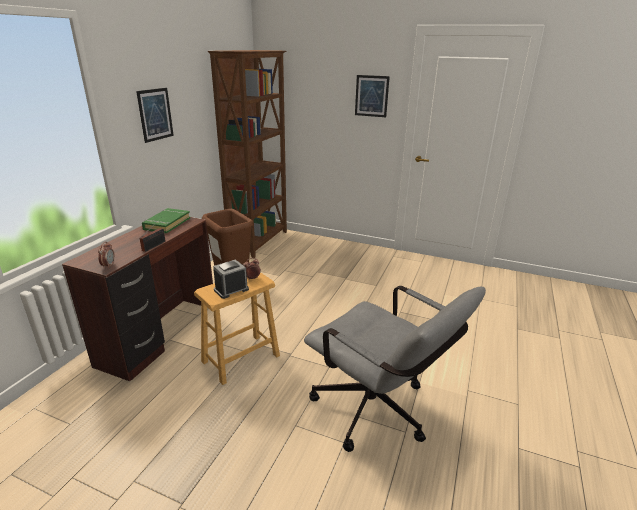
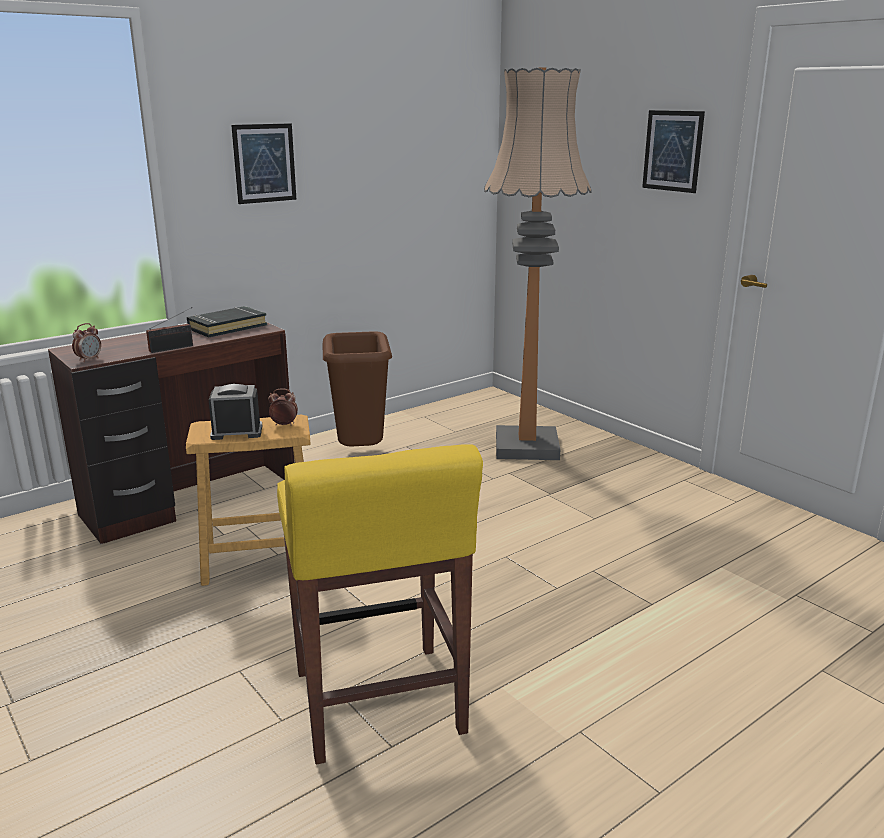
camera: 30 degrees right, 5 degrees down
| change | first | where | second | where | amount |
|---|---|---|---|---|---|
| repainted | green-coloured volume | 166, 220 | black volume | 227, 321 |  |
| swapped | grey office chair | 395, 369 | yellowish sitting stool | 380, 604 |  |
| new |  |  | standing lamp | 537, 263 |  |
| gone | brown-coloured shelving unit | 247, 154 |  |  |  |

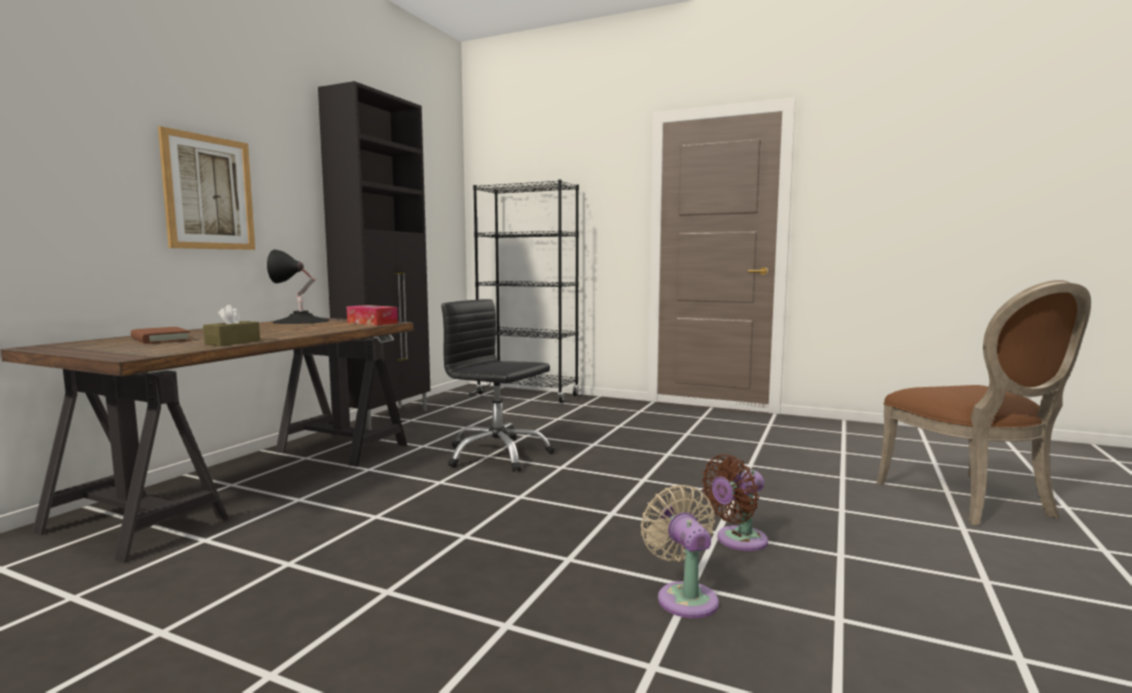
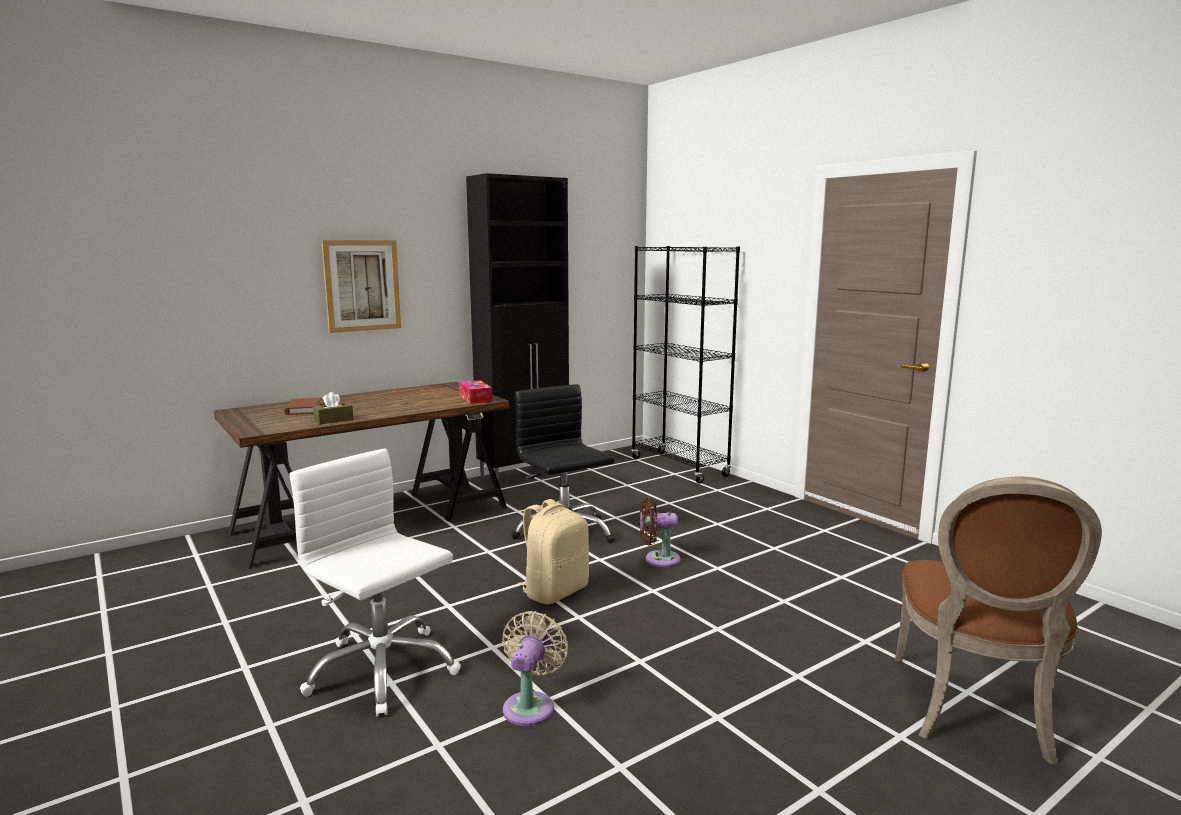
camera: 30 degrees right, 5 degrees up
| change | first | where | second | where | amount |
|---|---|---|---|---|---|
| new |  |  | whitish office chair | 375, 582 |  |
| new |  |  | sand-coloured backpack | 553, 551 |  |
| shifted | brown-coloured cooling fan | 735, 502 |  | 660, 532 |  |
| gone | black table lamp | 298, 287 |  |  |  |

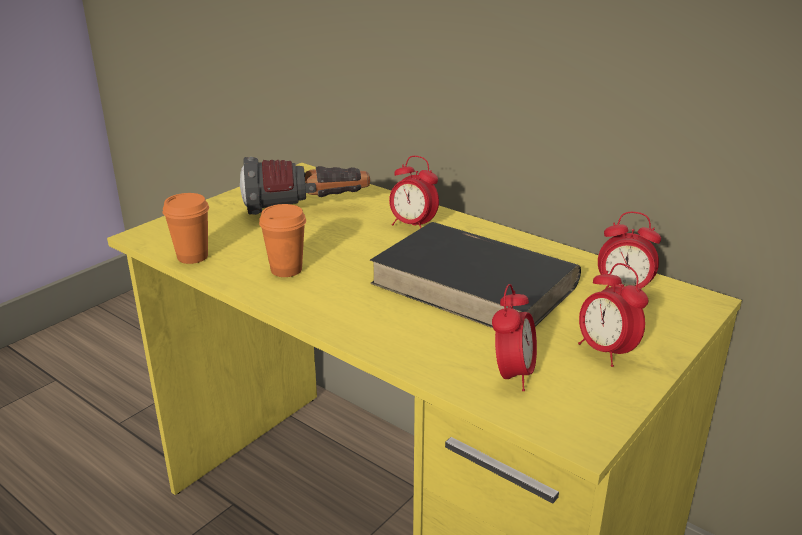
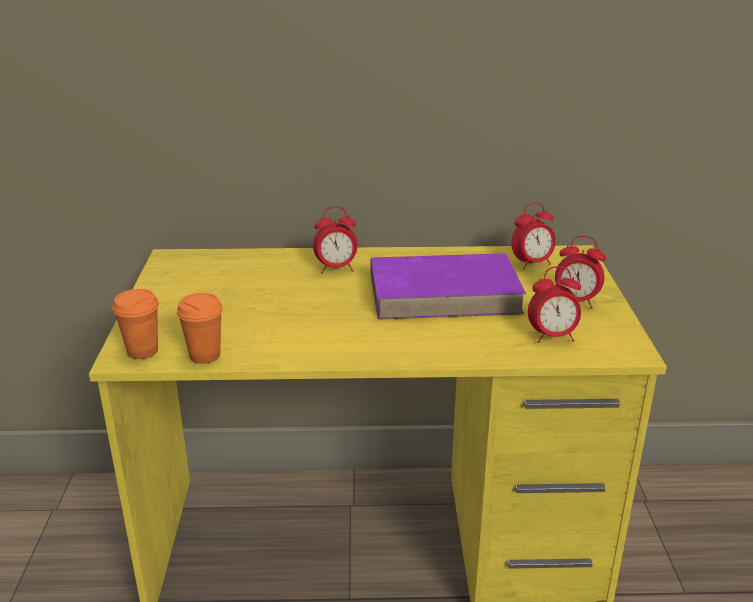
camera: 40 degrees left, 0 degrees up
| change | first | where | second | where | amount |
|---|---|---|---|---|---|
| shifted | orangey cup | 282, 240 |  | 136, 324 |  |
| repainted | black volume | 475, 275 | purple-coloured volume | 448, 286 |  |
| rotated | bedside clock | 514, 337 |  | 554, 304 | 105 degrees clockwise |
| gone | torch | 305, 186 |  |  |  |

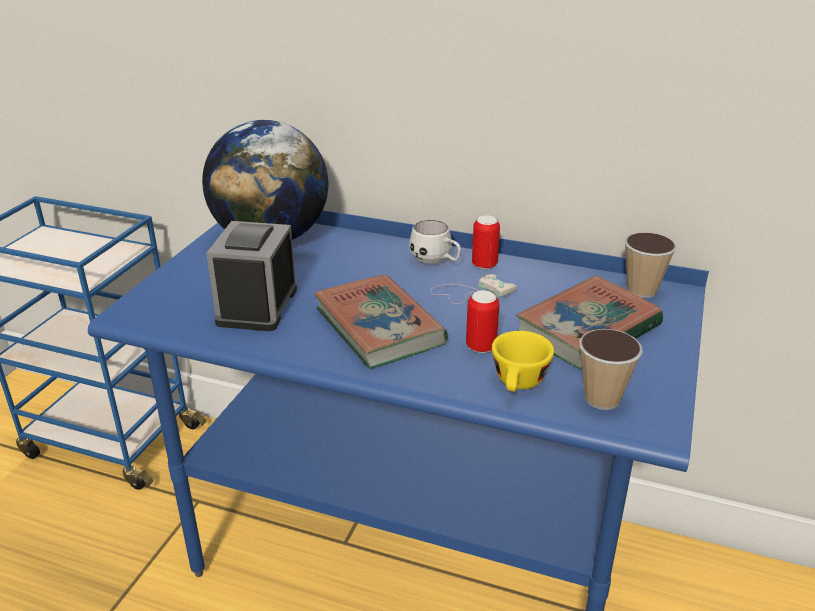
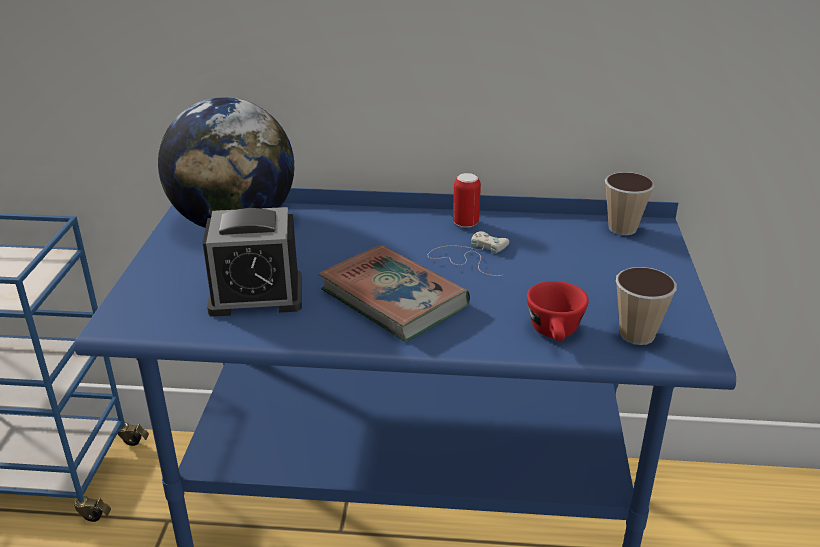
camera: 15 degrees left, 0 degrees up
| change | first | where | second | where | amount |
|---|---|---|---|---|---|
| rotated | bedside clock | 251, 276 |  | 252, 262 | 90 degrees counterclockwise |
| repainted | yellowish cup | 523, 361 | red-coloured cup | 558, 311 |  |
| gone | whitish mug | 435, 242 |  |  |  |
| gone | sealed can | 482, 321 |  |  |  |
| gone | volume | 589, 322 |  |  |  |

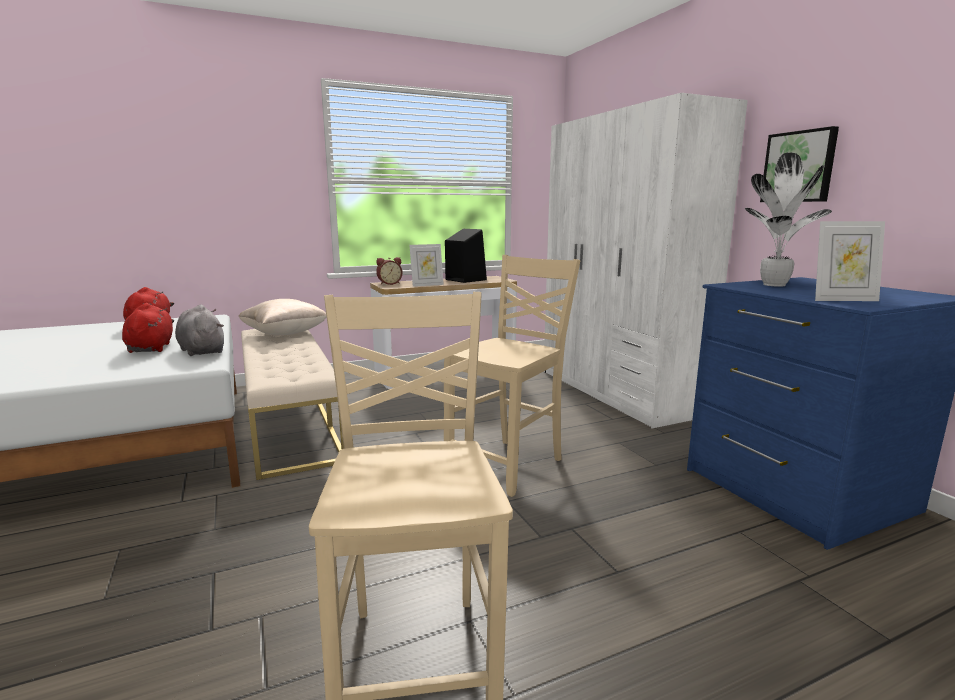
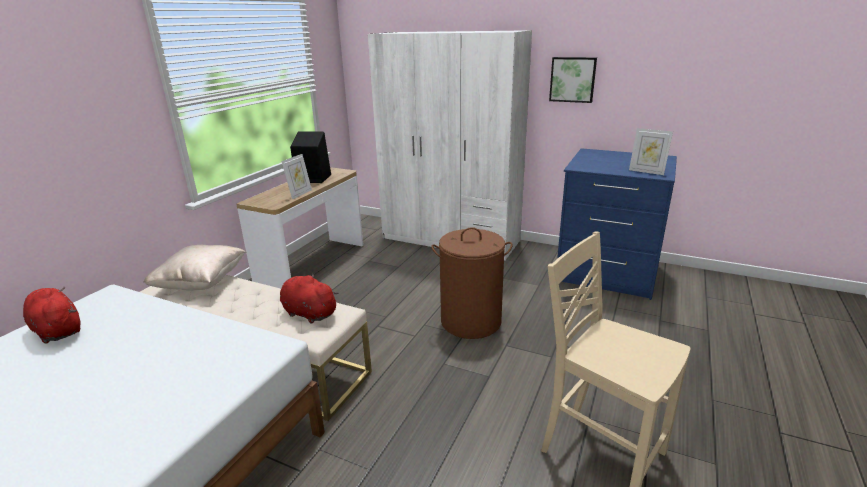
camera: 40 degrees left, 10 degrees up
| change | first | where | second | where | amount |
|---|---|---|---|---|---|
| shifted | red-coloured plush toy | 148, 328 |  | 309, 299 |  |
| swapped | sand-coloured chair | 512, 376 | brown-coloured washing basket | 472, 283 |  |
| rotated | standing frame | 850, 261 |  | 651, 151 | 75 degrees clockwise |
| gone | grey plush toy | 199, 330 |  |  |  |
| gone | bedside clock | 389, 271 |  |  |  |
| gone | houseplant | 788, 219 |  |  |  |

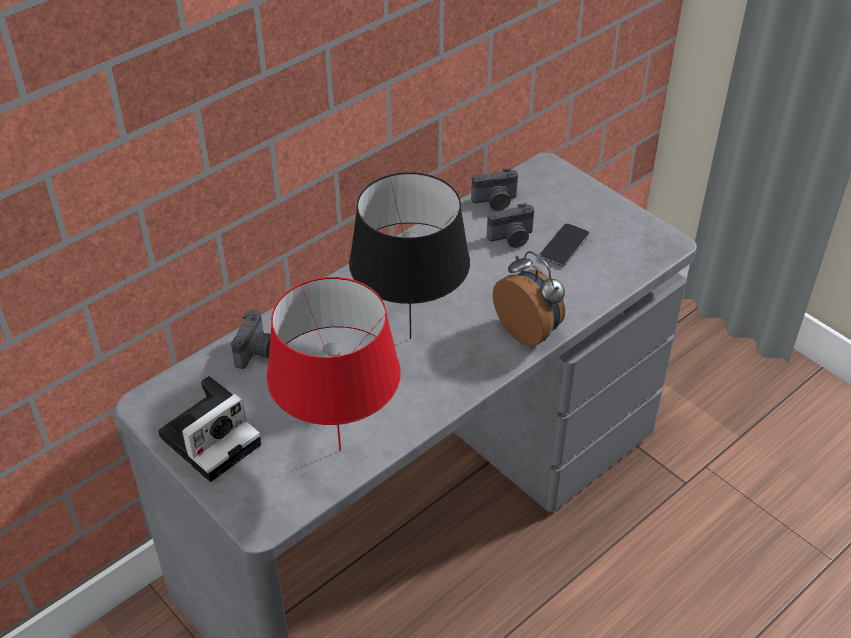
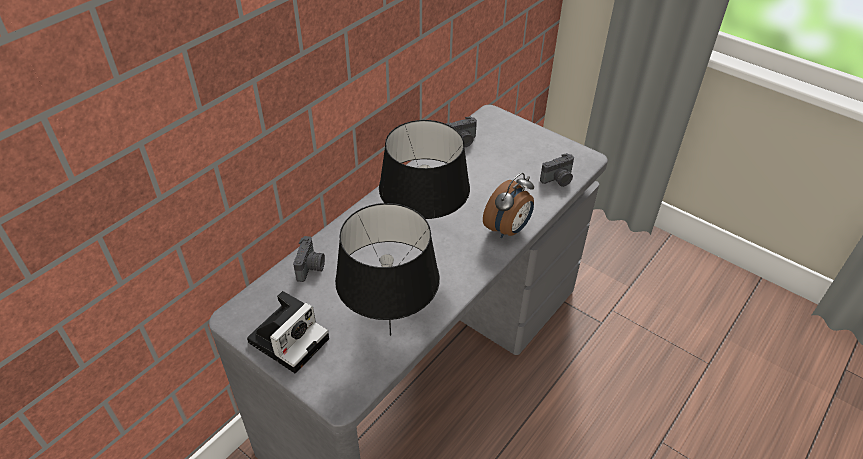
camera: 10 degrees left, 0 degrees up
| change | first | where | second | where | amount |
|---|---|---|---|---|---|
| repainted | red-coloured table lamp | 334, 364 | black table lamp | 387, 269 |  |
| rotated | bedside clock | 529, 298 |  | 508, 206 | 90 degrees clockwise |
| shifted | photo camera | 510, 225 |  | 557, 170 |  |
| gone | handset | 564, 244 |  |  |  |

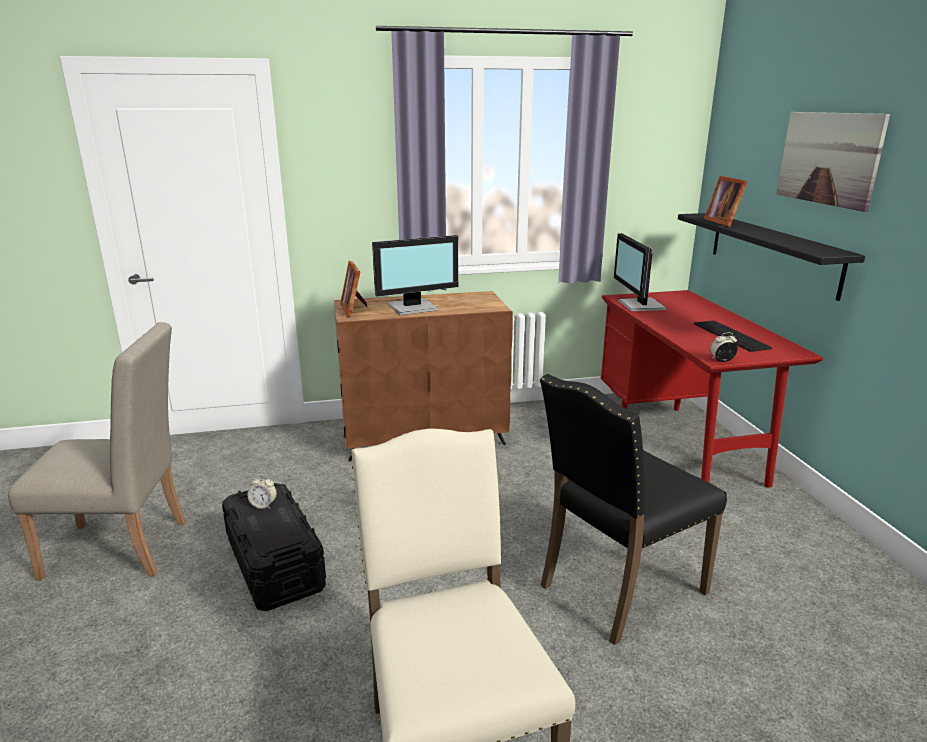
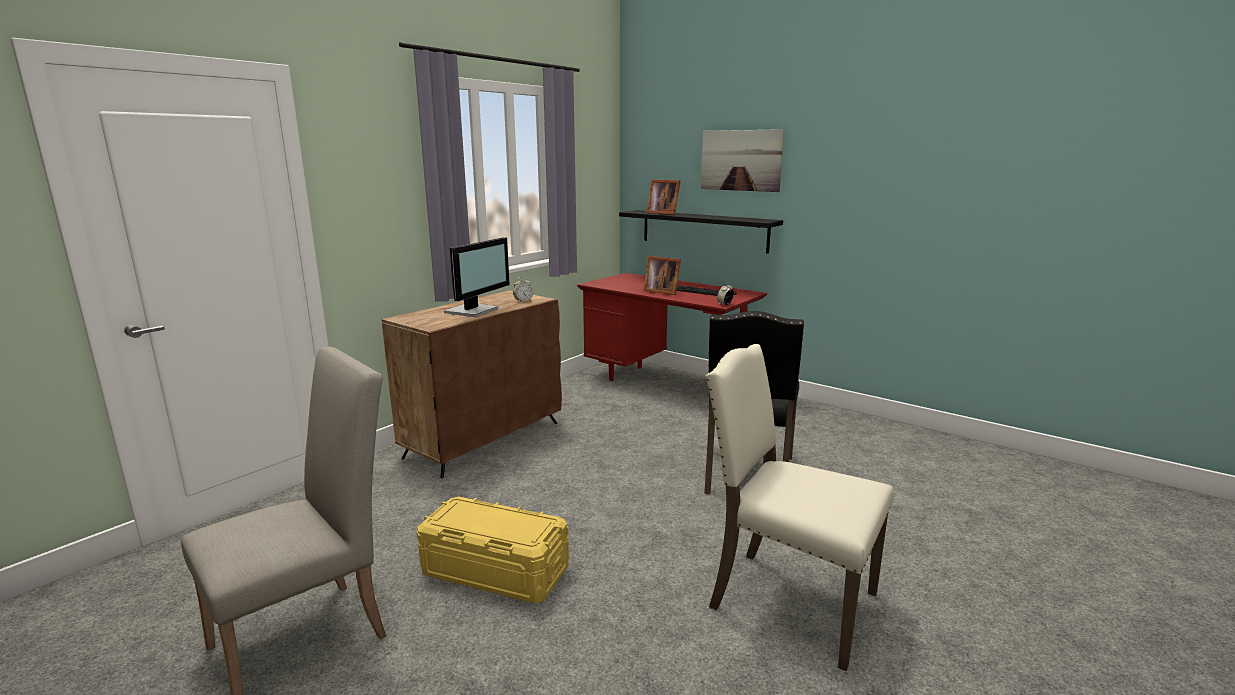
camera: 40 degrees left, 5 degrees down
| change | first | where | second | where | amount |
|---|---|---|---|---|---|
| repainted | black storage box | 274, 547 | yellowish storage box | 493, 550 |  |
| shifted | bedside clock | 262, 492 |  | 523, 290 |  |
| shifted | standing frame | 353, 289 |  | 662, 275 |  |
| gone | computer screen | 640, 272 |  |  |  |

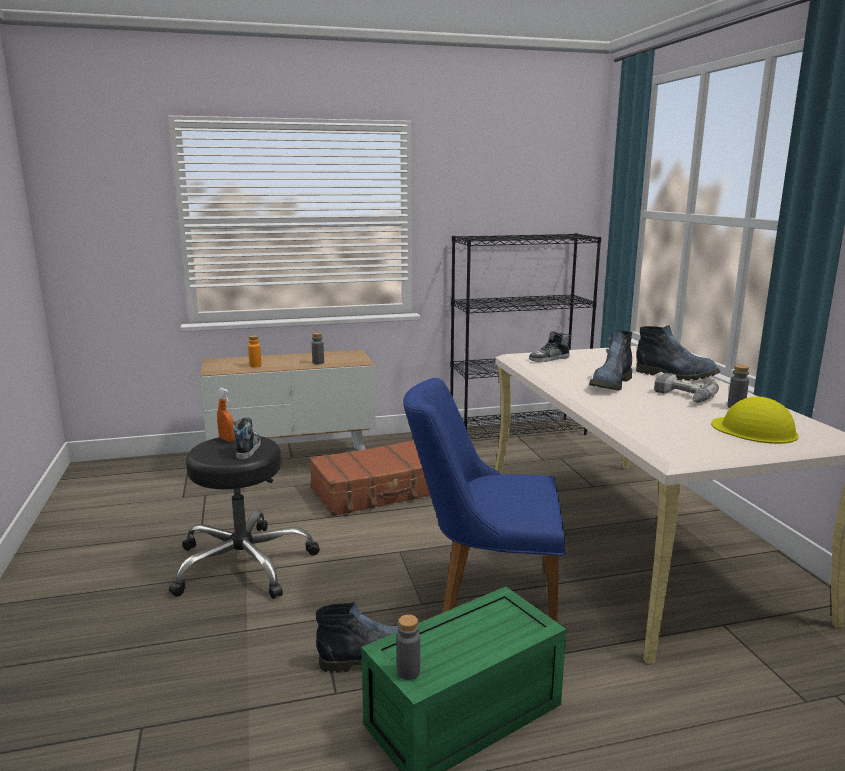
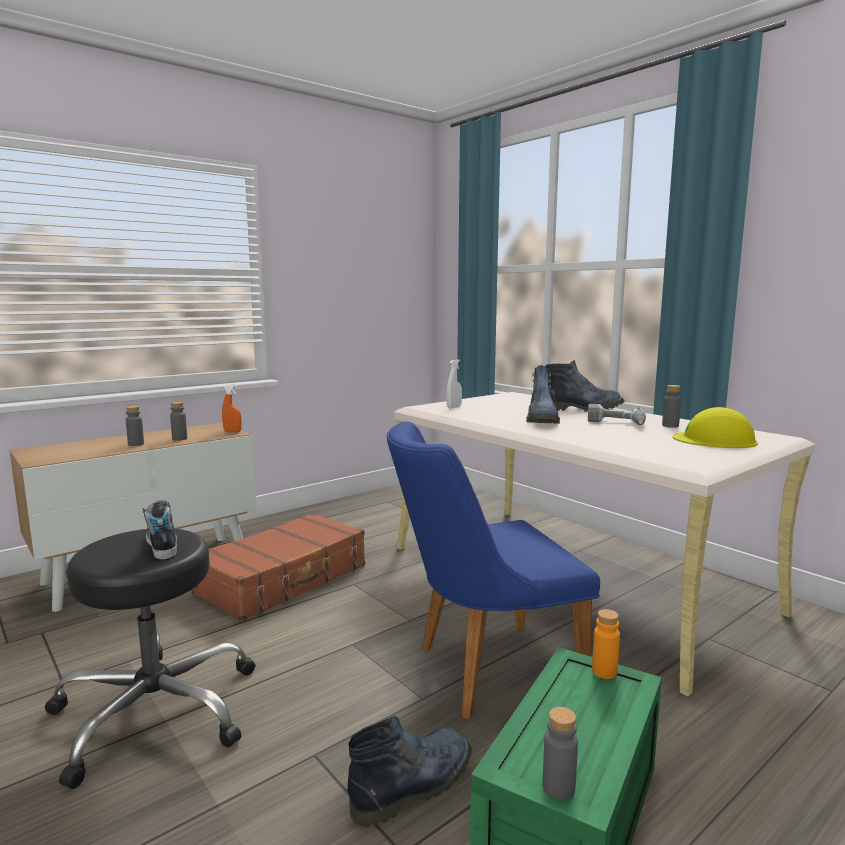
camera: 25 degrees left, 5 degrees down
| change | first | where | second | where | amount |
|---|---|---|---|---|---|
| new |  |  | grey beverage bottle | 135, 426 |  |
| shifted | orangey spray bottle | 226, 415 |  | 231, 408 |  |
| swapped | low shoe | 550, 346 | whitish spray bottle | 454, 383 |  |
| shifted | orangey beverage bottle | 255, 351 |  | 606, 644 |  |
| gone | black shelving unit | 525, 336 |  |  |  |

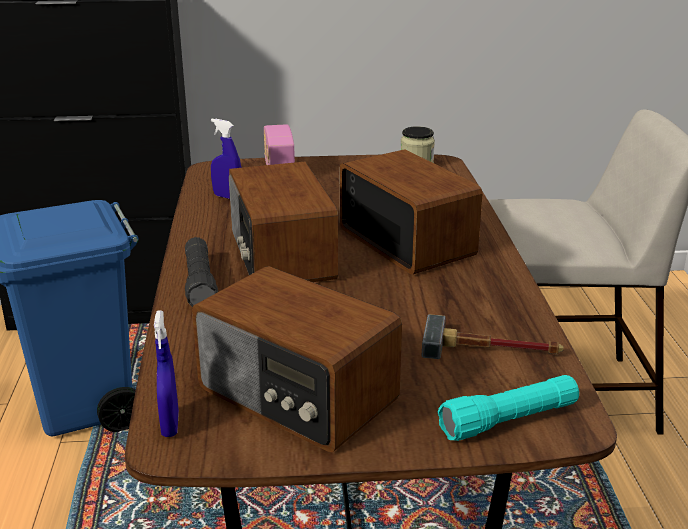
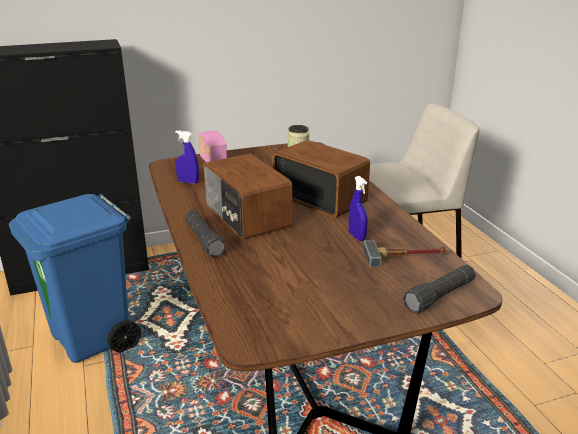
camera: 15 degrees left, 0 degrees up
| change | first | where | second | where | amount |
|---|---|---|---|---|---|
| shifted | blue spray bottle | 166, 373 |  | 358, 208 |  |
| repainted | turquoise torch | 508, 408 | black torch | 439, 289 |  |
| gone | radio | 297, 359 |  |  |  |

